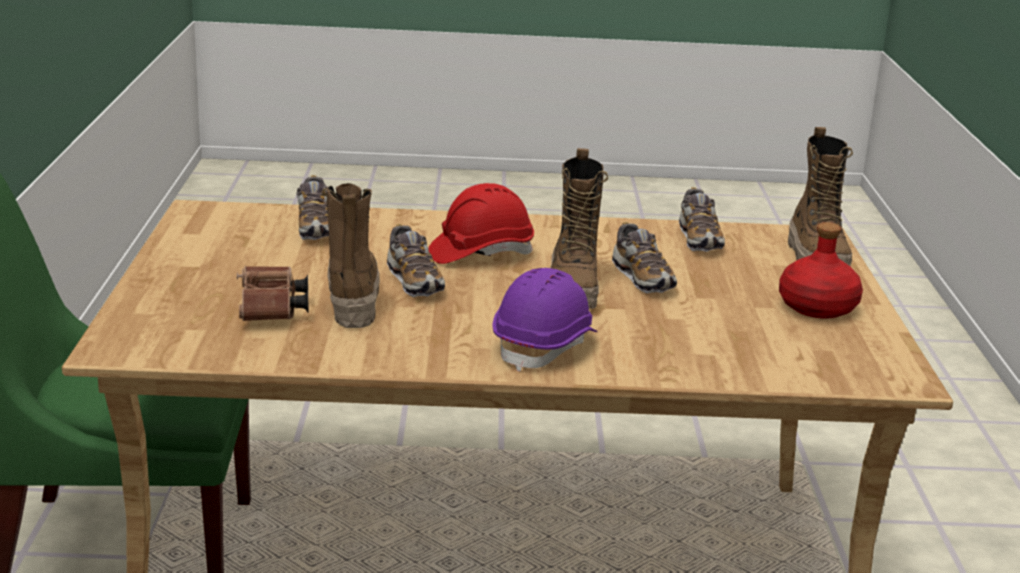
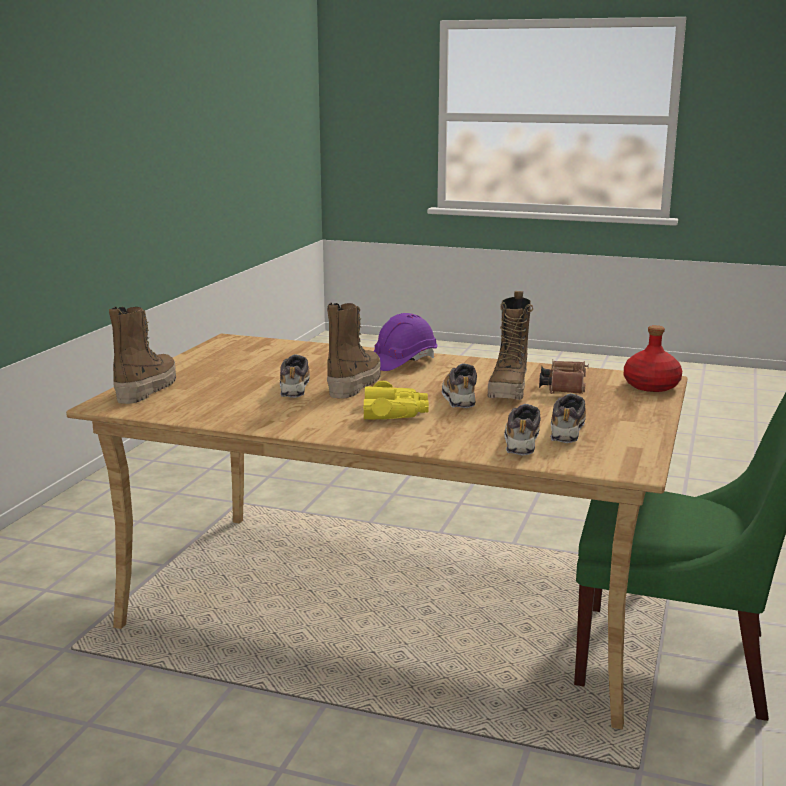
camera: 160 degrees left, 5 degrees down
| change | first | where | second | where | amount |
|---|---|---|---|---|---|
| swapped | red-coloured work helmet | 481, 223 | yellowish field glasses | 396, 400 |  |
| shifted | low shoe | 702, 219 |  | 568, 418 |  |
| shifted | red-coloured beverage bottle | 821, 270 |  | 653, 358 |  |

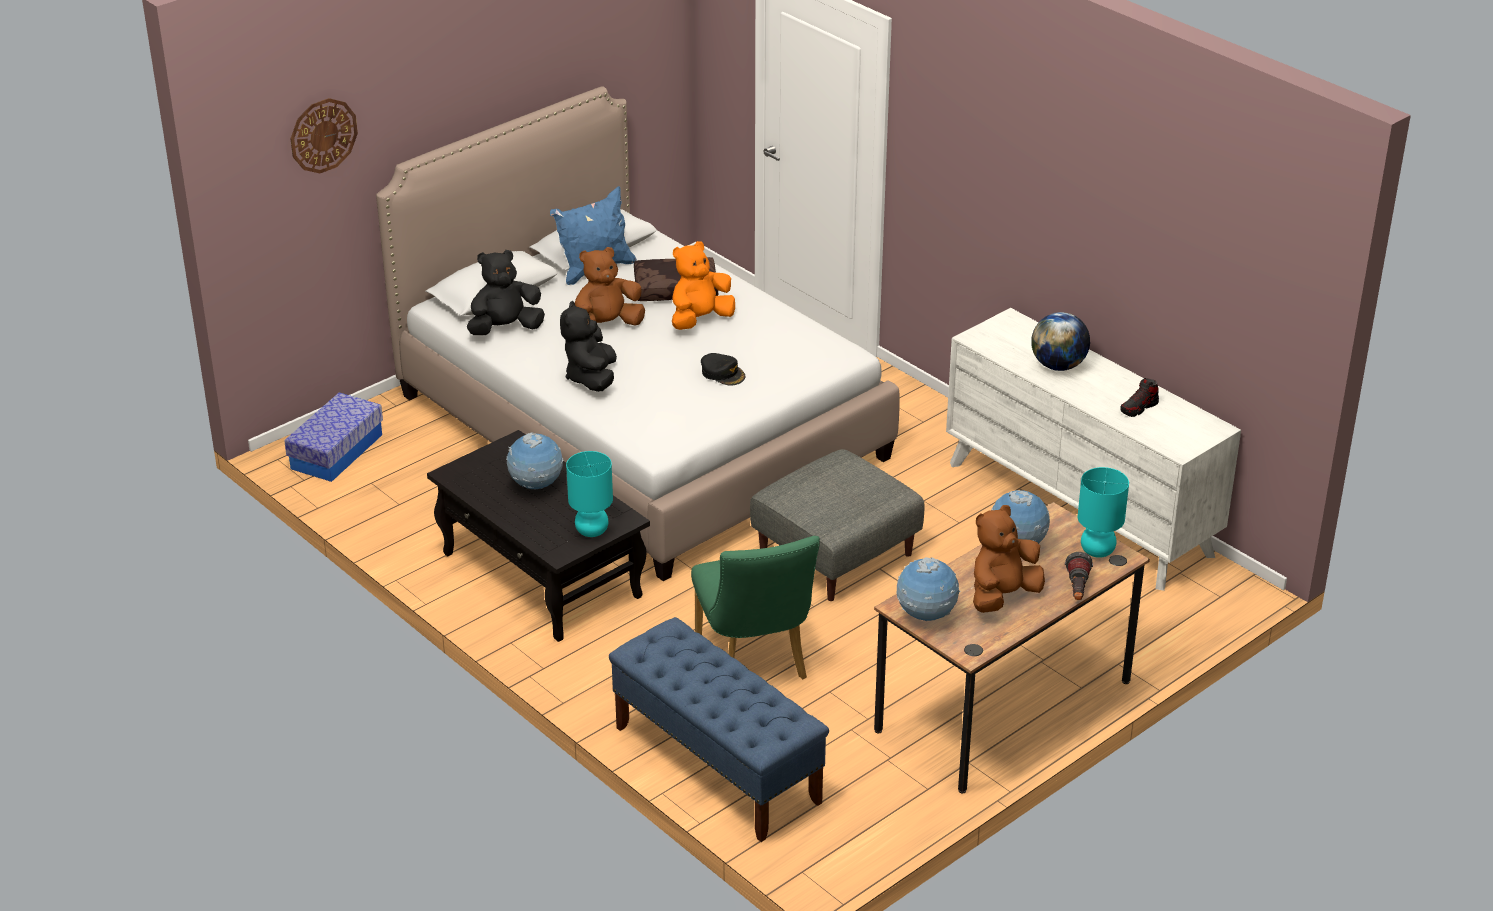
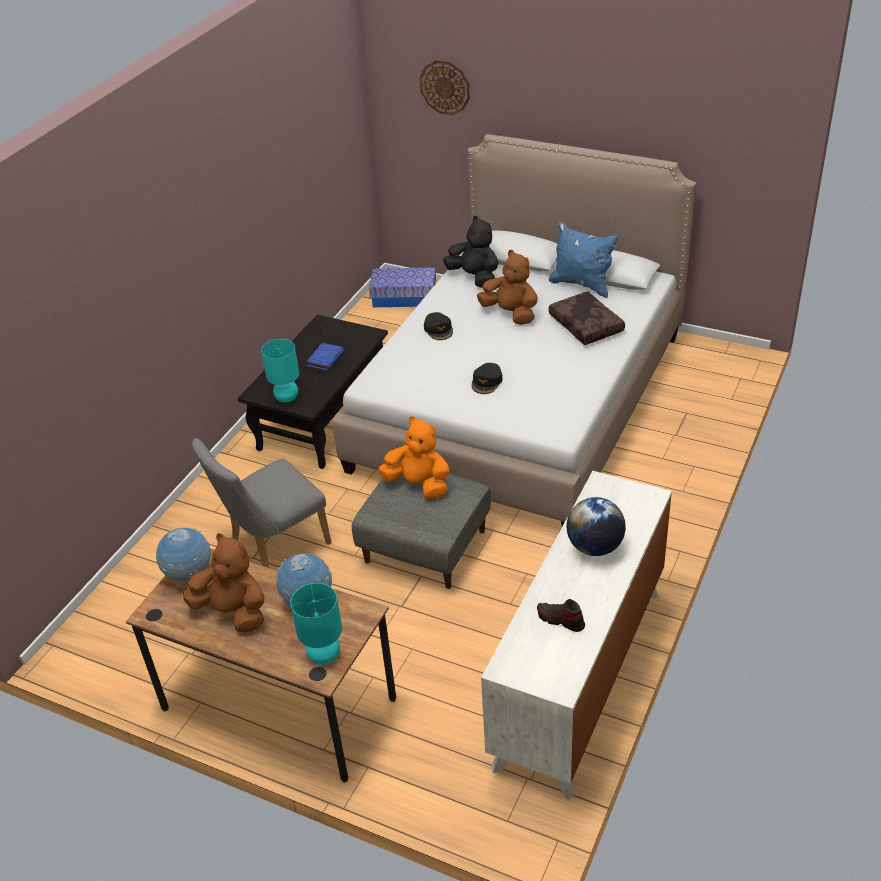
camera: 70 degrees right, 5 degrees up
| change | first | where | second | where | amount |
|---|---|---|---|---|---|
| repainted | green-coloured chair | 755, 607 | grey chair | 262, 503 |  |
| swapped | globe | 534, 460 | blue volume | 325, 357 |  |
| shifted | orangey plush toy | 703, 285 |  | 414, 457 |  |
| swapped | black plush toy | 588, 346 | black peaked cap | 438, 326 |  |
| gone | blue bench | 719, 729 |  |  |  |
| gone | torch | 1079, 576 |  |  |  |

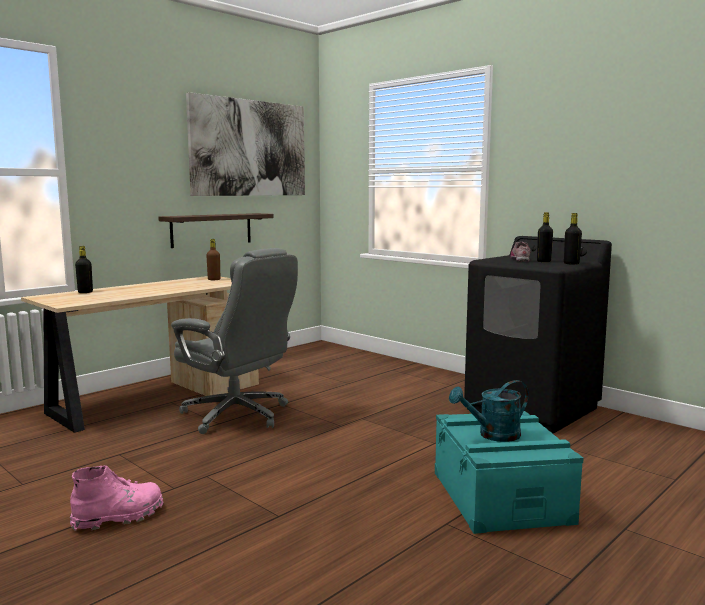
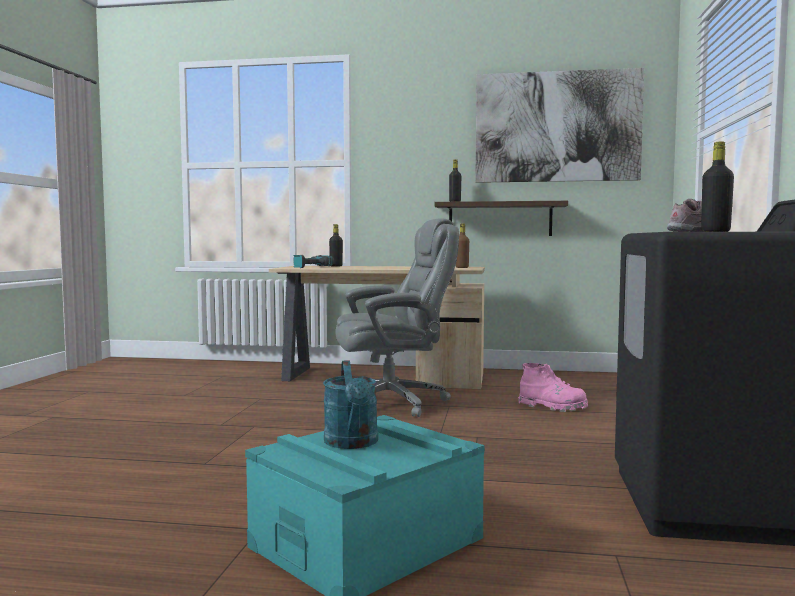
camera: 55 degrees right, 5 degrees down
| change | first | where | second | where | amount |
|---|---|---|---|---|---|
| new |  |  | drill | 313, 261 |  |
| rotated | turquoise sprinkling can | 489, 411 |  | 350, 404 | 135 degrees counterclockwise |
| rotated | grey office chair | 234, 341 |  | 397, 318 | 105 degrees counterclockwise |
| shifted | black beverage bottle | 573, 239 |  | 455, 180 |  |
| shifted | pinkish tall boot | 116, 498 |  | 553, 387 |  |

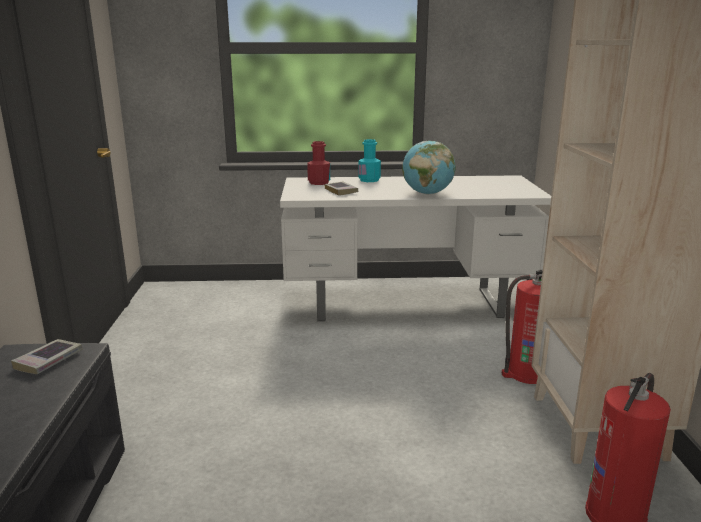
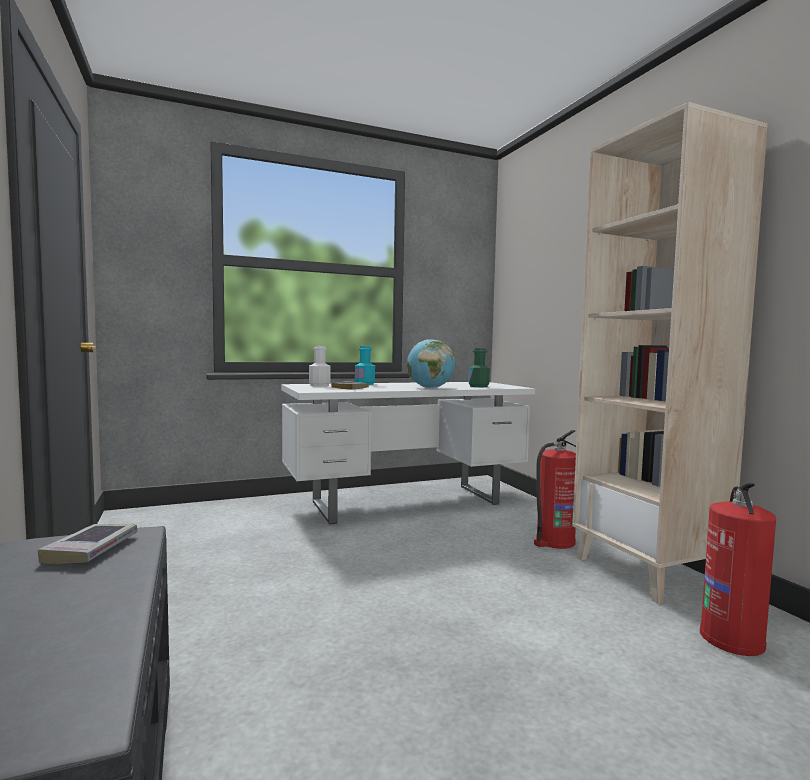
camera: 20 degrees left, 15 degrees down
| change | first | where | second | where | amount |
|---|---|---|---|---|---|
| repainted | red-coloured beverage bottle | 318, 163 | whitish beverage bottle | 320, 366 |  |
| new |  |  | green-coloured beverage bottle | 479, 367 |  |

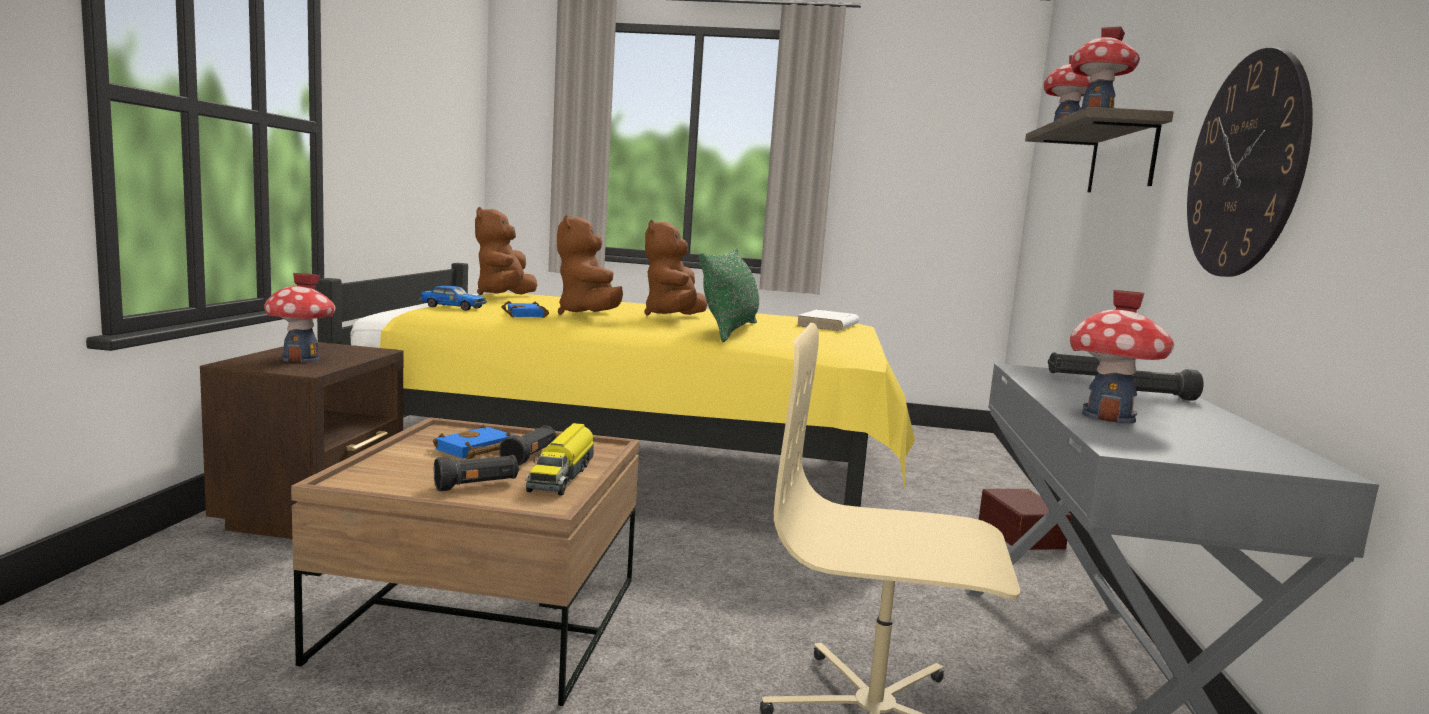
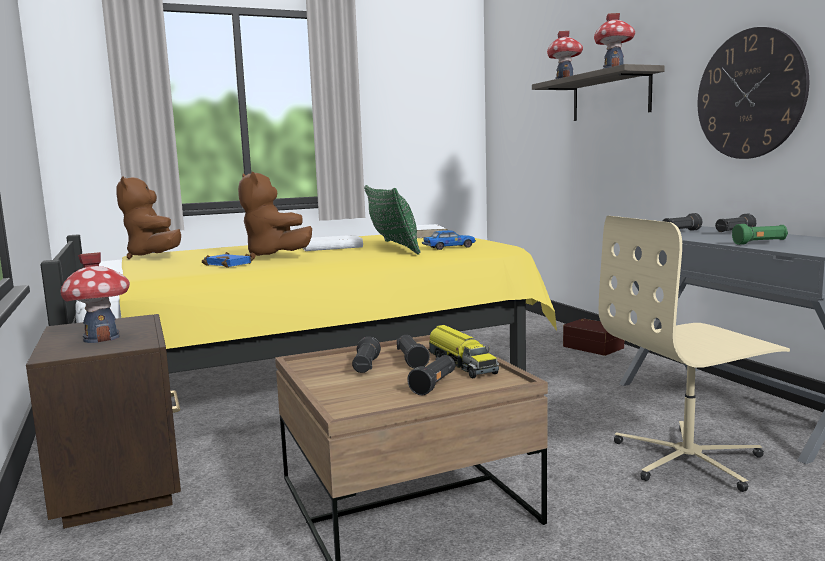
camera: 30 degrees left, 0 degrees up
| change | first | where | second | where | amount |
|---|---|---|---|---|---|
| swapped | brown-coloured plush toy | 675, 267 | whitish volume | 332, 243 |  |
| swapped | blue volume | 473, 442 | black torch | 366, 355 |  |
| shifted | model car | 453, 298 |  | 449, 240 |  |
| swapped | toy house | 1122, 357 | green-coloured torch | 760, 234 |  |

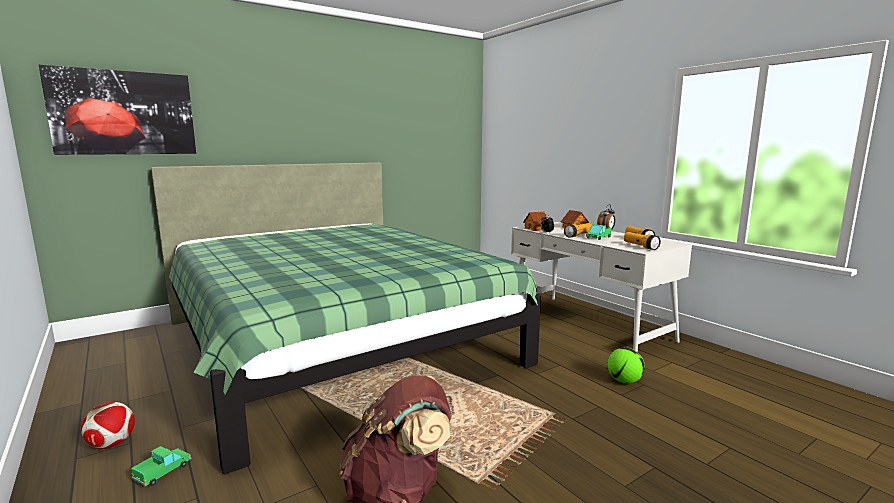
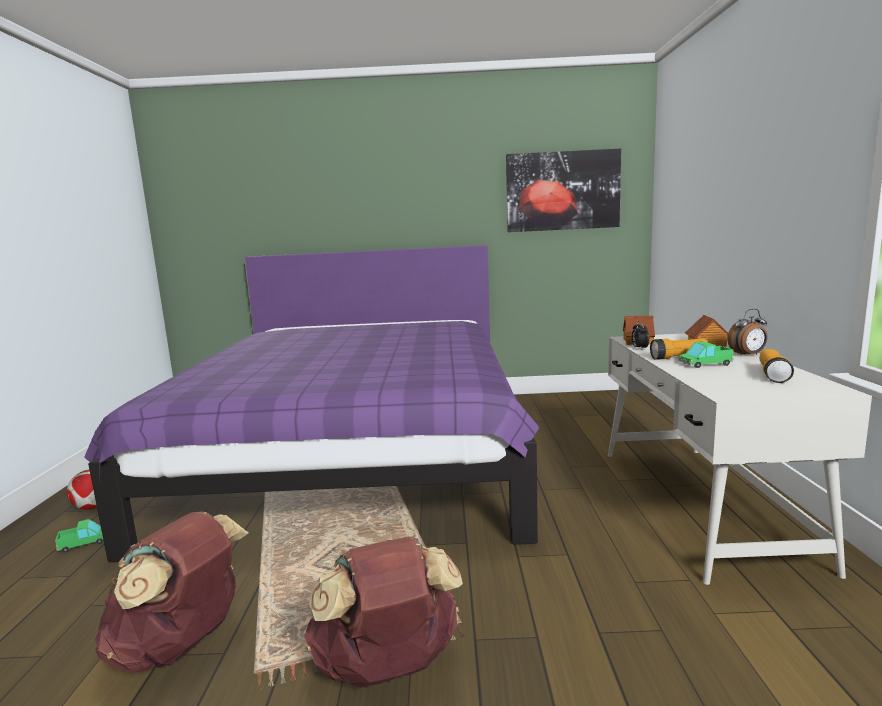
camera: 35 degrees right, 0 degrees up
| change | first | where | second | where | amount |
|---|---|---|---|---|---|
| repainted | green-coloured bedroom bed | 346, 318 | purple-coloured bedroom bed | 311, 403 |  |
| new |  |  | brown-coloured backpack | 383, 612 |  |
| shifted | wall art | 117, 110 |  | 563, 190 |  |
| gone | football ball | 626, 365 |  |  |  |
| gone | torch | 642, 241 |  |  |  |

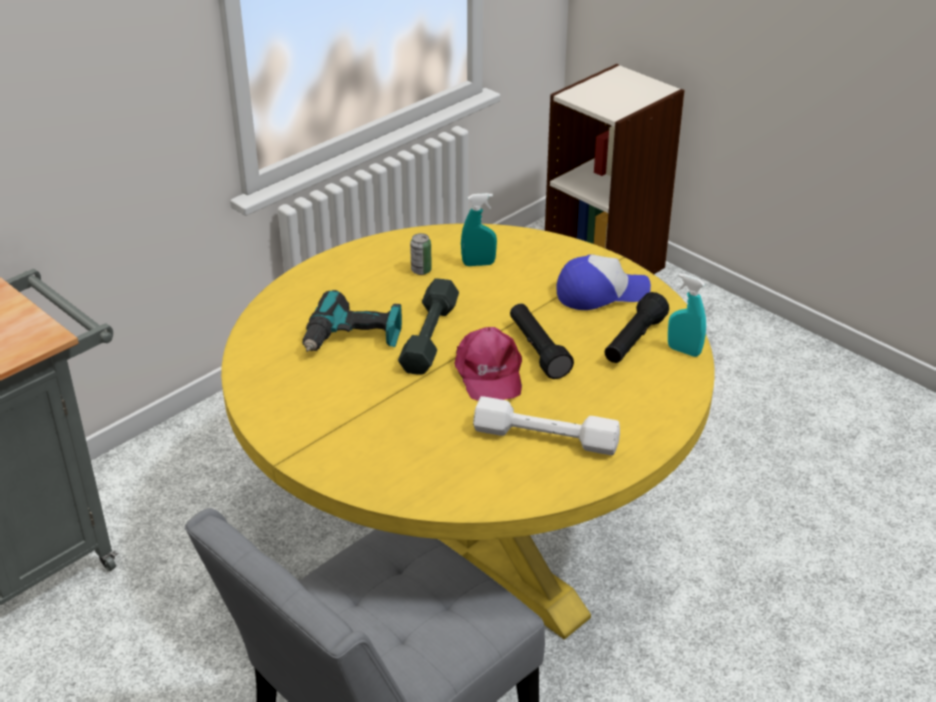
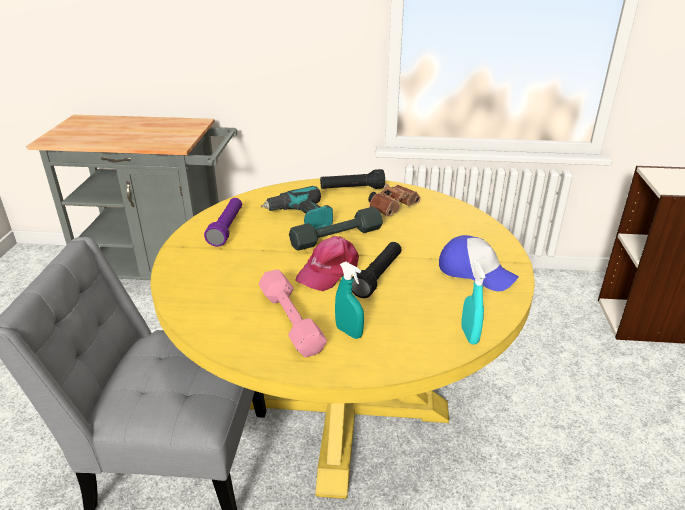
camera: 50 degrees right, 5 degrees down
| change | first | where | second | where | amount |
|---|---|---|---|---|---|
| new |  |  | purple-coloured torch | 223, 222 |  |
| repainted | whitish free weight | 546, 425 | pinkish free weight | 293, 313 |  |
| shifted | black torch | 636, 327 |  | 352, 179 |  |
| shifted | turquoise spray bottle | 479, 229 |  | 349, 300 |  |
| swapped | sealed can | 421, 254 | brown-coloured field glasses | 394, 200 |  |

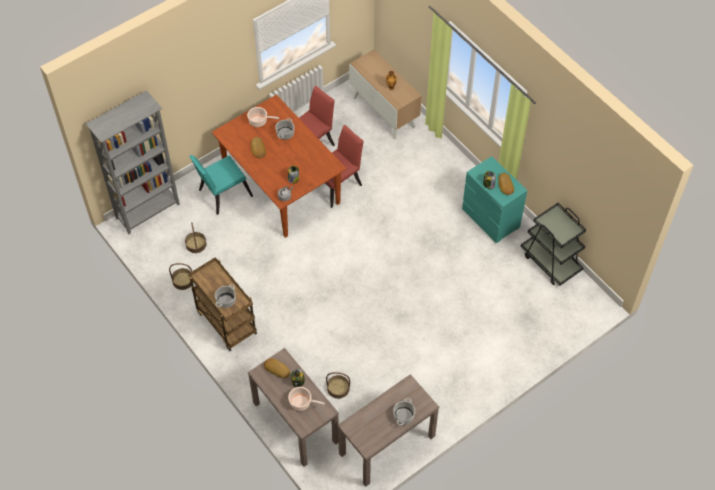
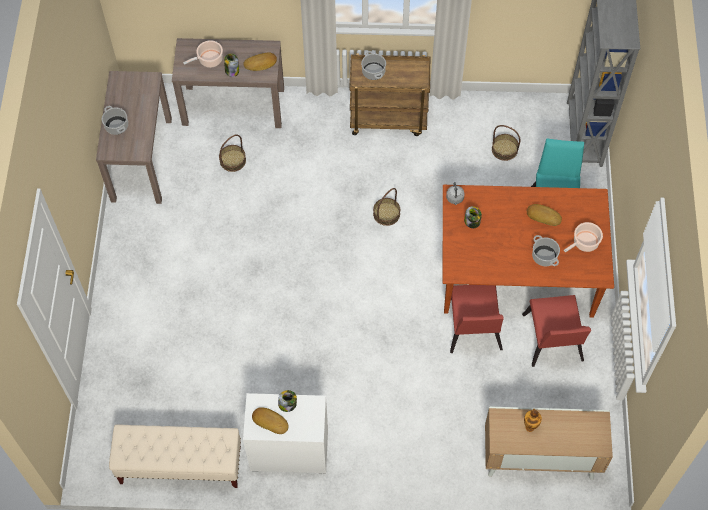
camera: 130 degrees right, 5 degrees up
| change | first | where | second | where | amount |
|---|---|---|---|---|---|
| swapped | black wheeled cart | 553, 244 | sand-coloured bench | 175, 456 |  |
| repainted | turquoise dresser | 494, 199 | whitish dresser | 285, 433 |  |
| shifted | storage basket | 180, 276 |  | 386, 207 |  |

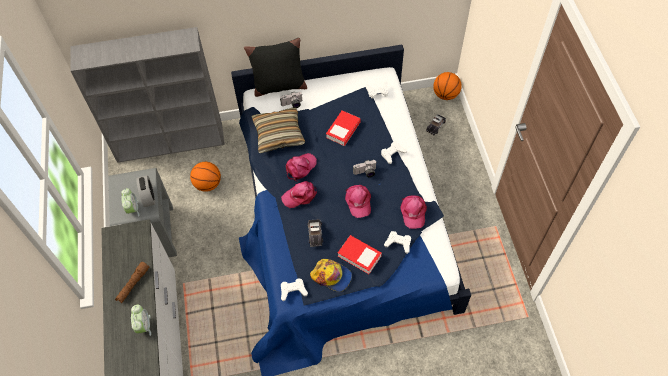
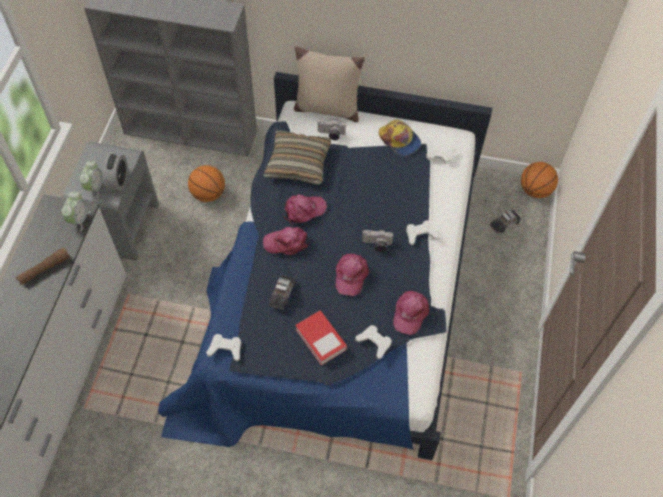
camera: 20 degrees right, 0 degrees up
| change | first | where | second | where | amount |
|---|---|---|---|---|---|
| shifted | bedside clock | 141, 320 |  | 76, 211 |  |
| repainted | black throw pillow | 275, 67 | sand-coloured throw pillow | 329, 84 |  |
| shifted | peaked cap | 331, 275 |  | 400, 137 |  |
| gone | volume | 343, 128 |  |  |  |

